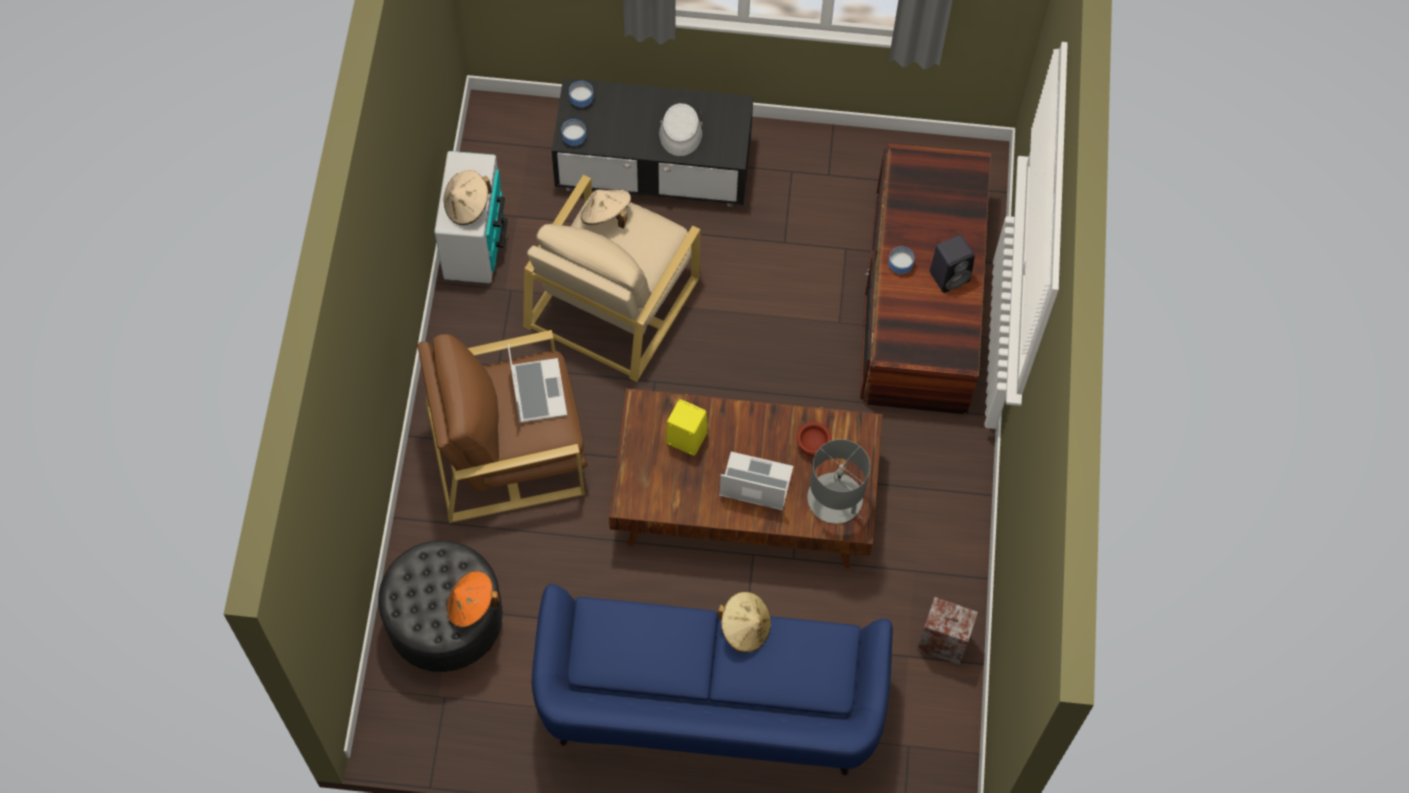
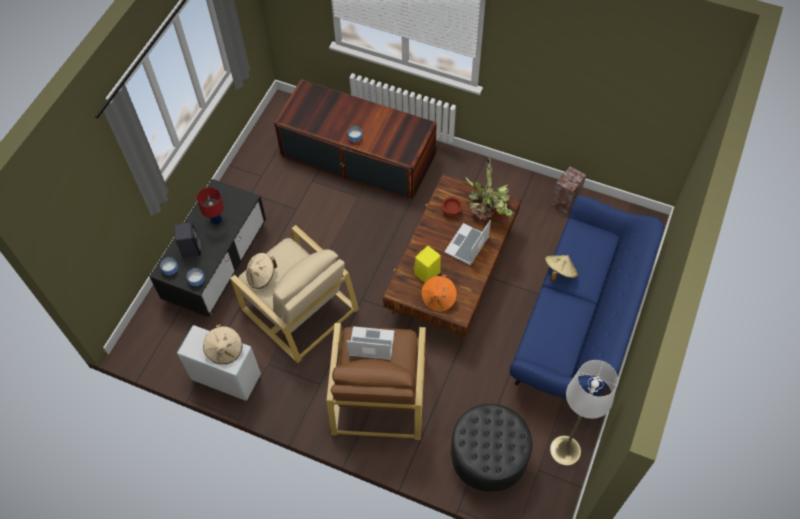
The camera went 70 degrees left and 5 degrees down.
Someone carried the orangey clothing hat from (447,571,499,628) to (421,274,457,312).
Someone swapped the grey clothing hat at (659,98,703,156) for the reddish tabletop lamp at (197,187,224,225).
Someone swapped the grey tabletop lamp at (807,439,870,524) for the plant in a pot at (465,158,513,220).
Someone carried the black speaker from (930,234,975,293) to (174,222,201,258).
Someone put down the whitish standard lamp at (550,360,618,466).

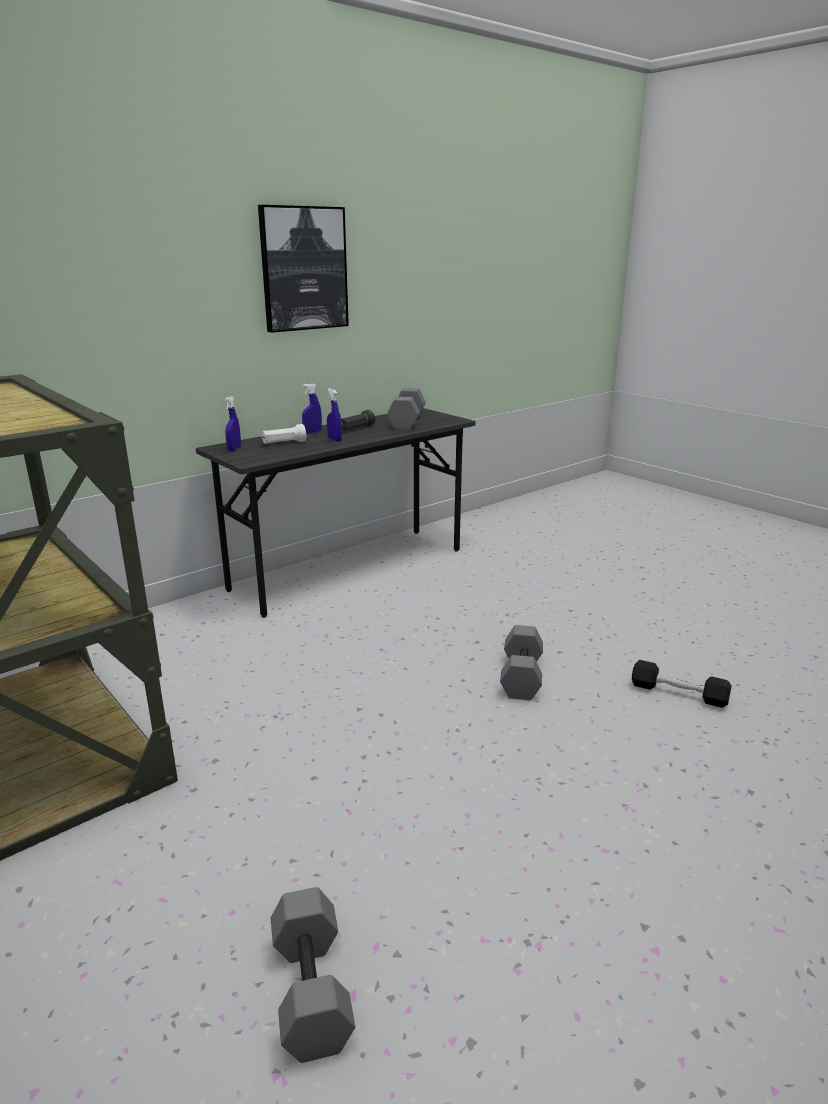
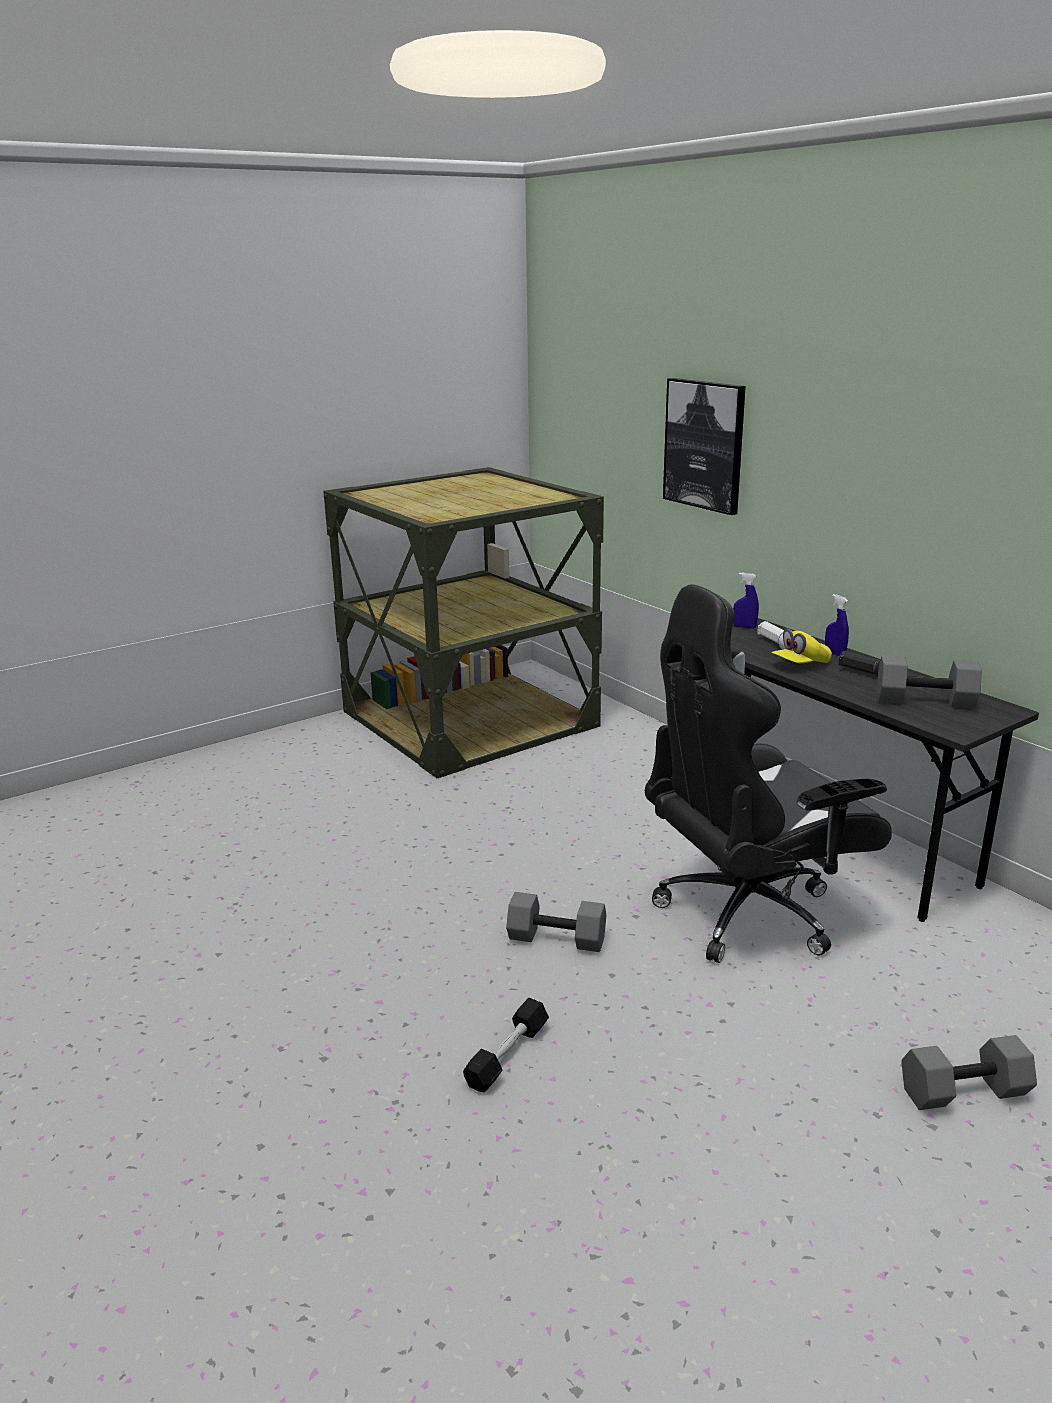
The camera went 95 degrees right and 0 degrees up.
Someone carried the wall picture from (258,205,349,333) to (663,378,746,515).
Someone carried the grey dumbbell from (271,887,355,1063) to (901,1035,1037,1110).
Someone swapped the bluish sprayer at (327,388,342,442) for the yellow-coloured cap at (771,629,832,663).
Someone put down the black computer chair at (645,585,892,963).

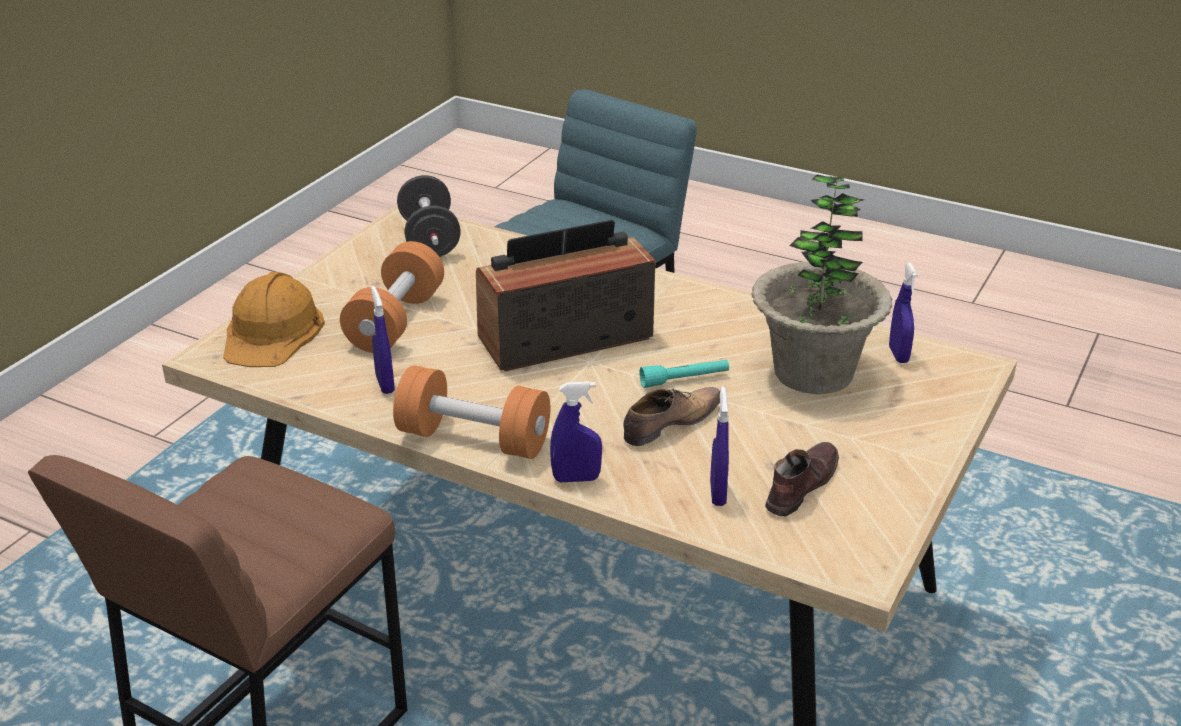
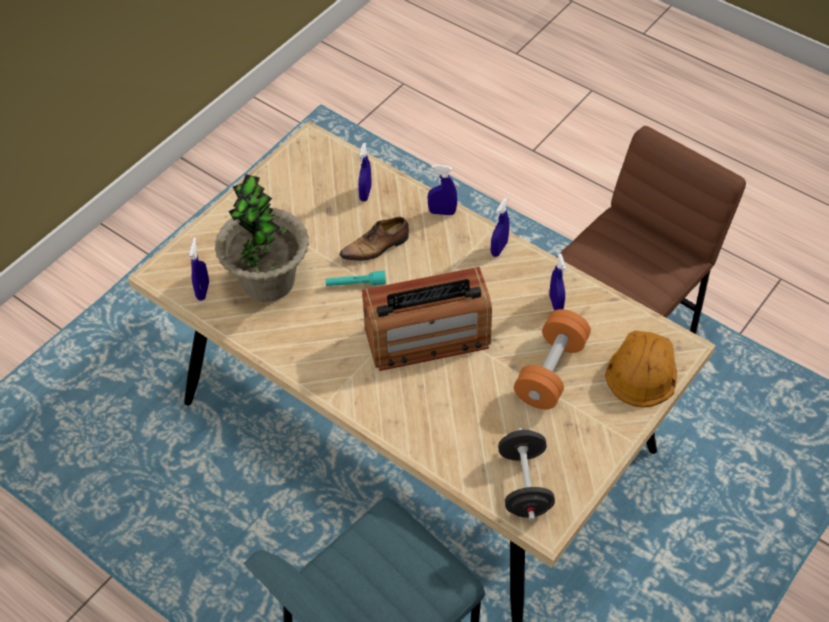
The camera went 170 degrees left and 20 degrees up.
Someone swapped the orangey dumbbell at (393,365,550,459) for the bluish sprayer at (491,199,510,257).
Someone took away the brown shoe at (765,442,839,516).

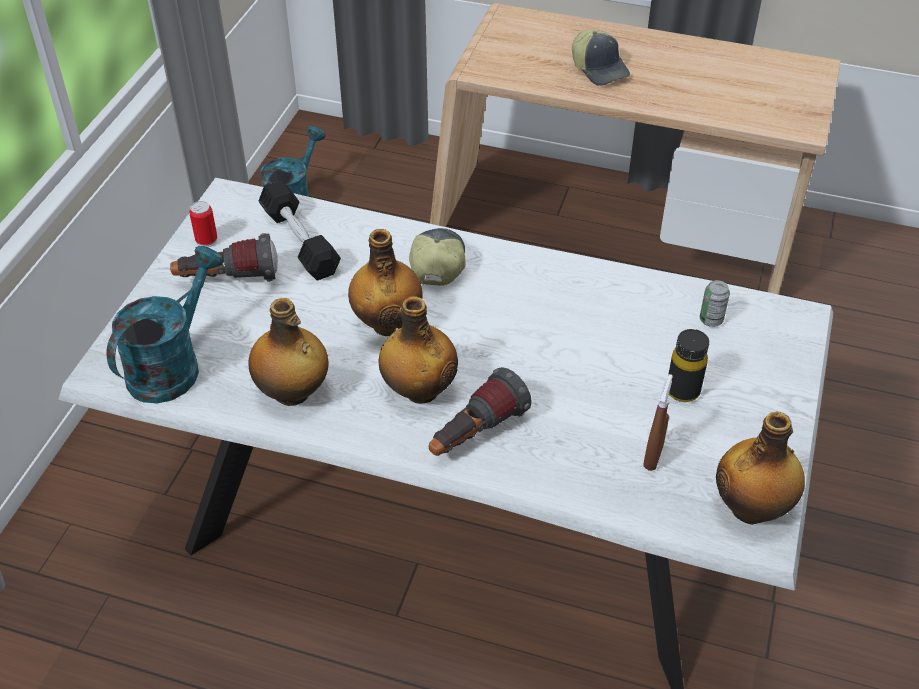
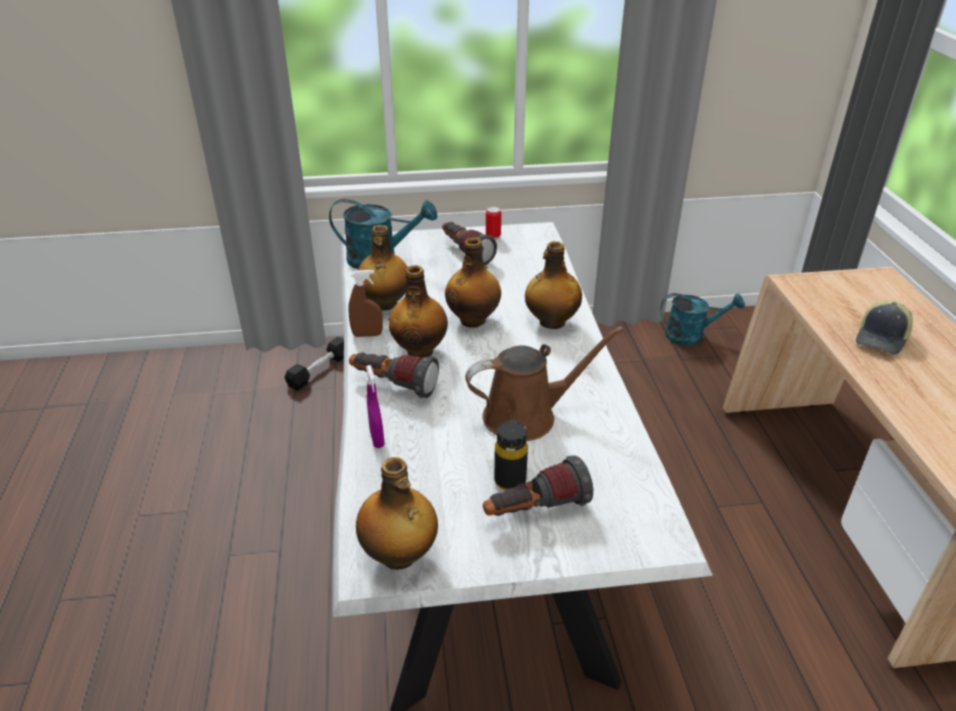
The camera went 65 degrees right and 10 degrees down.
Someone carried the black dumbbell from (259,180,341,281) to (284,337,344,391).
Someone swapped the cap at (409,228,466,286) for the drink bottle at (525,241,582,329).
Someone carried the brown sprayer from (643,374,673,471) to (348,270,383,337).
Someone took away the sealed can at (700,280,730,327).
Someone put down the purple sprayer at (366,365,385,448).
Someone put down the brown watering can at (465,327,624,441).
Someone put down the torch at (483,455,593,516).

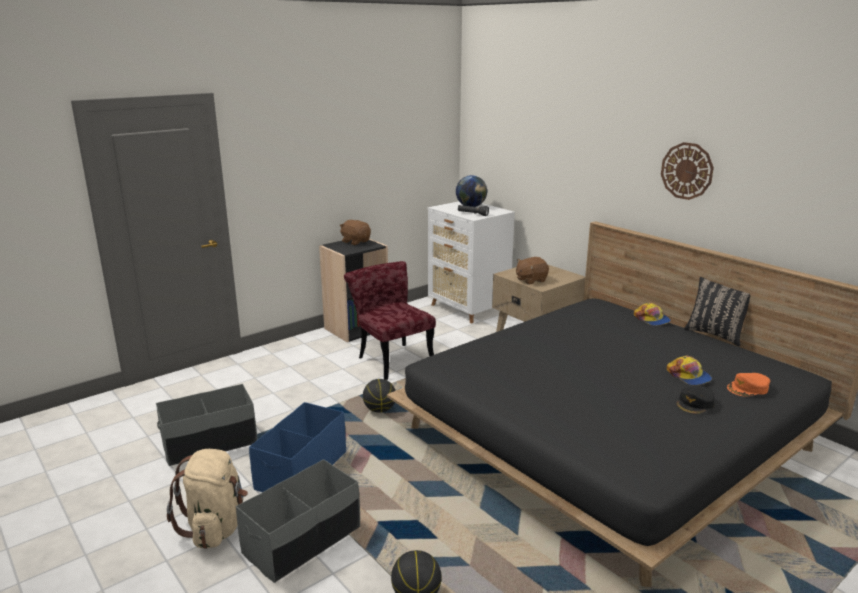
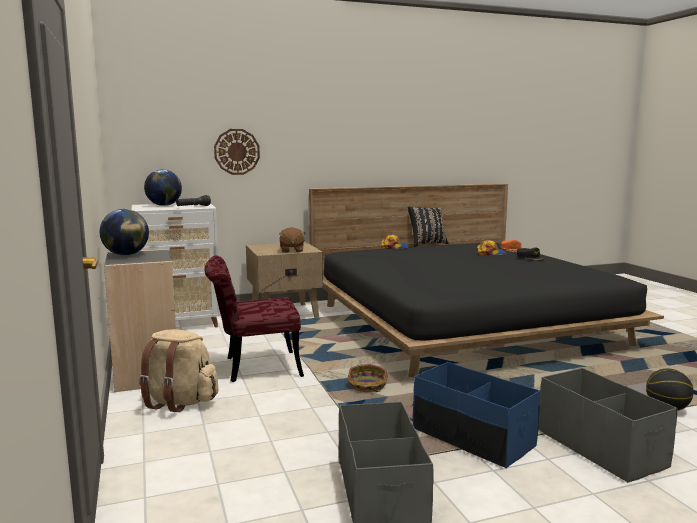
The camera went 70 degrees left and 10 degrees down.
Someone carried the beige knapsack from (167,449,248,549) to (139,329,219,412).
Someone swapped the brown plush toy at (340,220,371,245) for the globe at (100,209,149,256).
Someone swapped the ball for basketball at (363,379,396,413) for the basket at (347,364,388,392).
Someone carried the hanging clock from (661,142,714,200) to (214,129,260,175).

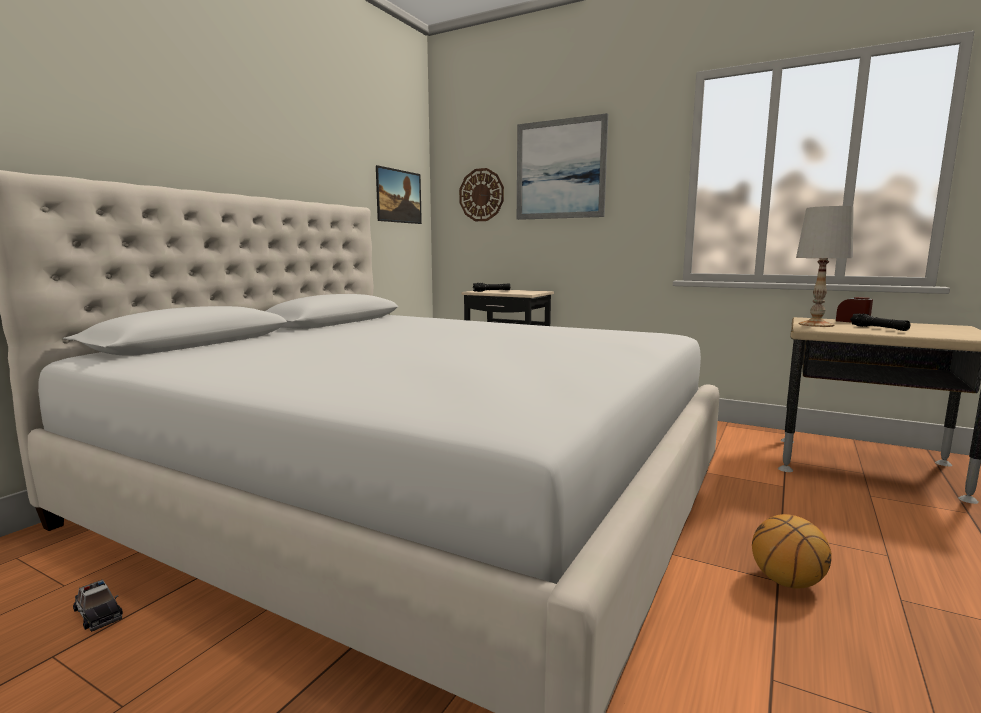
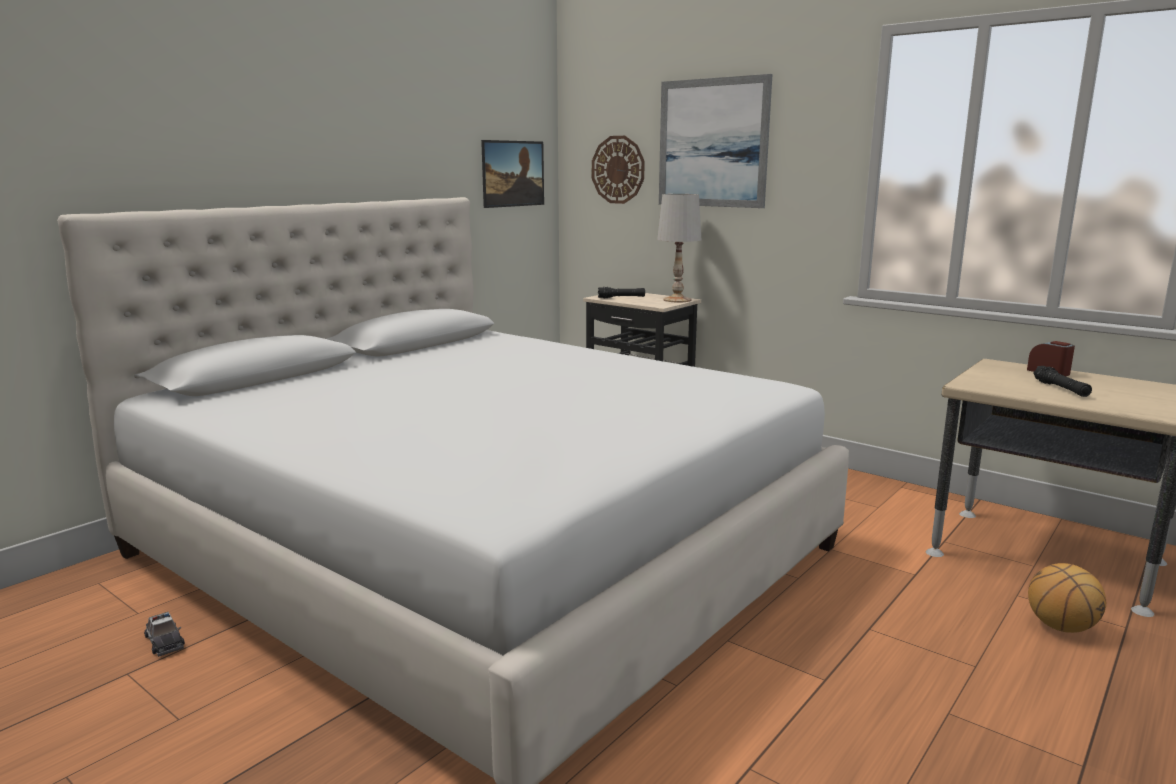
The camera went 10 degrees right and 5 degrees up.
Someone carried the ball for basketball from (752,514,832,588) to (1028,563,1106,633).
Someone carried the whitish tabletop lamp from (796,206,854,327) to (657,194,701,302).

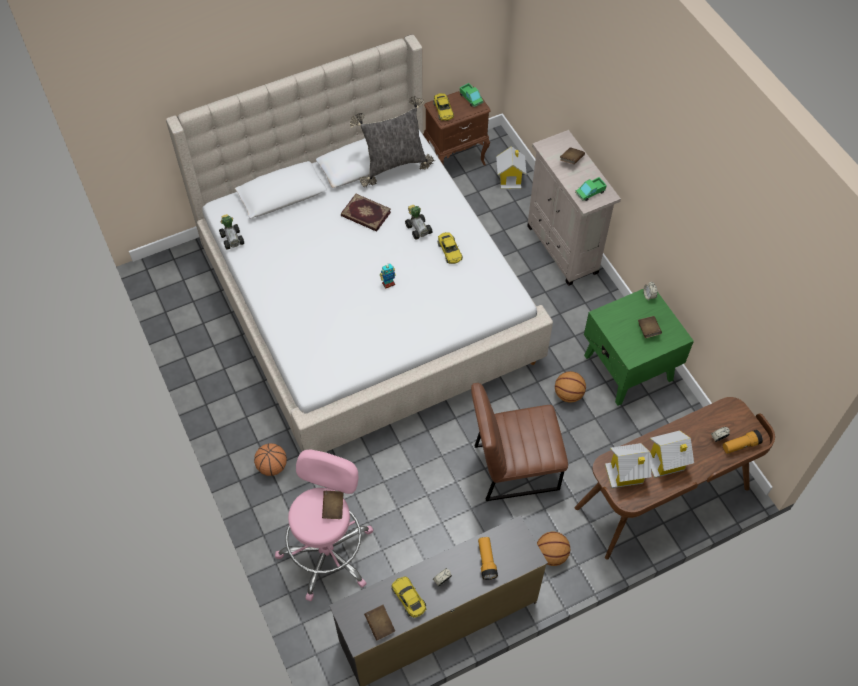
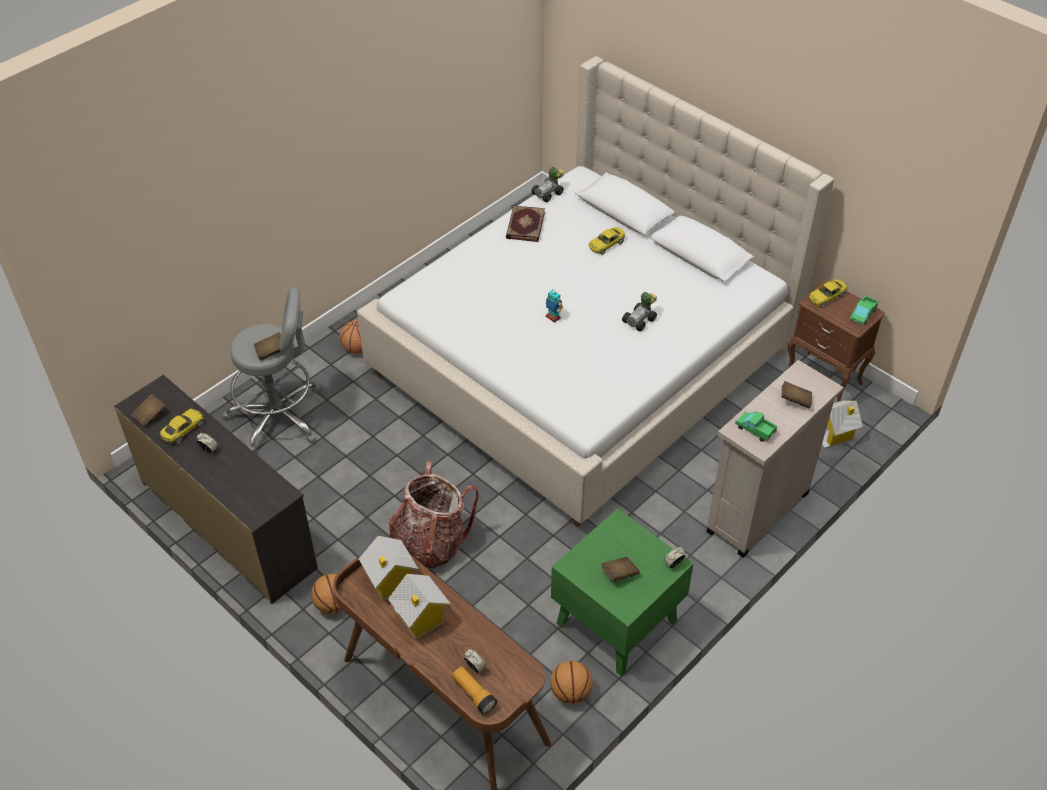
The camera went 70 degrees right and 10 degrees down.
Someone repainted the pinkish stool at (275,450,374,601), which became the grey stool at (222,287,321,453).
Someone carried the book from (341,194,391,232) to (506,206,545,242).
Someone took away the pillow at (350,96,435,187).
Someone carried the yellow-coloured toy car from (437,232,463,264) to (589,227,625,255).
Someone swapped the brown chair at (471,383,568,501) for the knapsack at (389,462,479,568).
Someone took away the torch at (478,537,498,580).
Someone carried the ball for basketball from (555,371,586,403) to (550,661,593,704).

